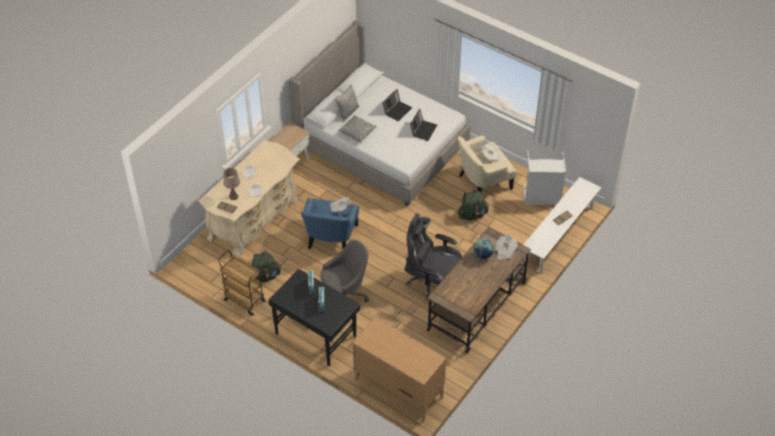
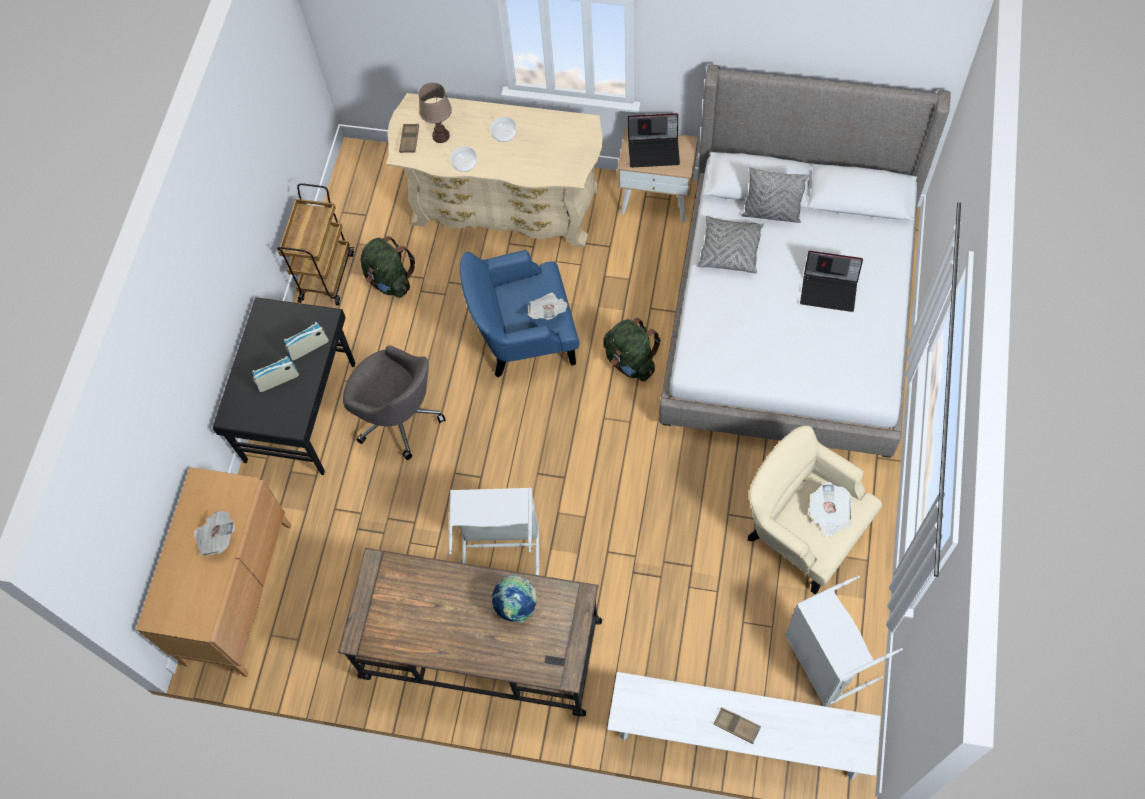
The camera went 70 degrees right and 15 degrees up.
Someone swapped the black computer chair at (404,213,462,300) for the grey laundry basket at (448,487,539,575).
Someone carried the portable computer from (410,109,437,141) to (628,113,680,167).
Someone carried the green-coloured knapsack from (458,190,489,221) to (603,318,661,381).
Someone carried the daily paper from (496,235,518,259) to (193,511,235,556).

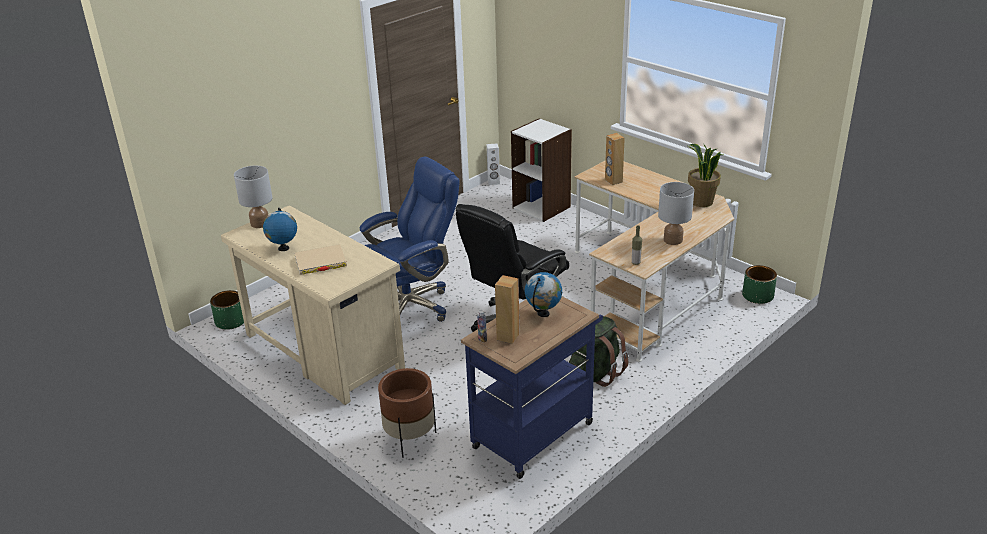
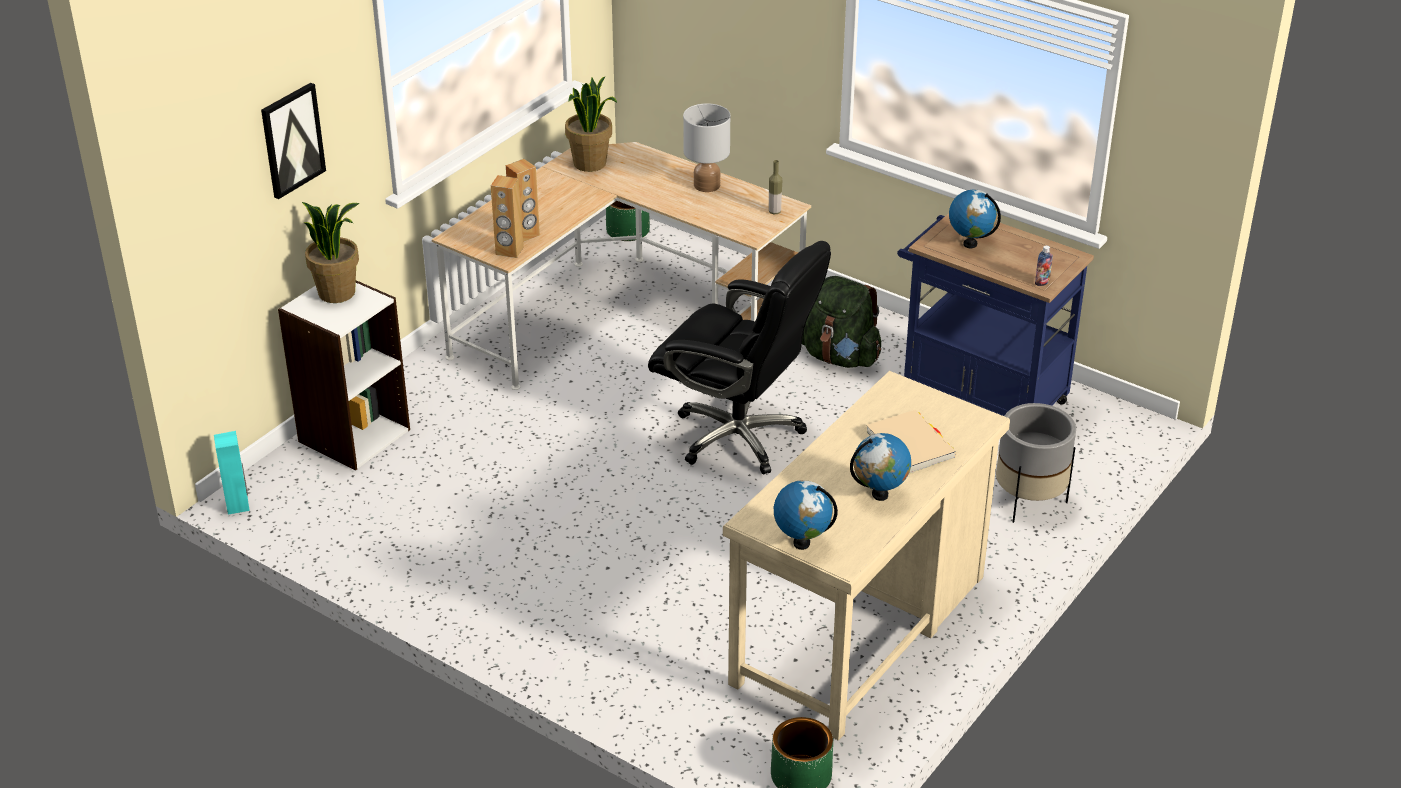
The camera went 100 degrees left and 5 degrees up.
Someone swapped the grey tabletop lamp at (234,166,272,228) for the globe at (774,480,838,550).
Someone took away the bluish computer chair at (360,157,460,322).
Someone repainted the brown plant pot at (378,368,436,458), which became the grey plant pot at (996,403,1076,523).
Someone repainted the whitish speaker at (486,143,500,185), which became the turquoise speaker at (214,431,250,514).
Someone carried the brown speaker from (495,275,520,344) to (491,175,524,258).
Someone put up the wall picture at (261,83,326,199).
Someone put down the plant in a pot at (302,202,360,303).

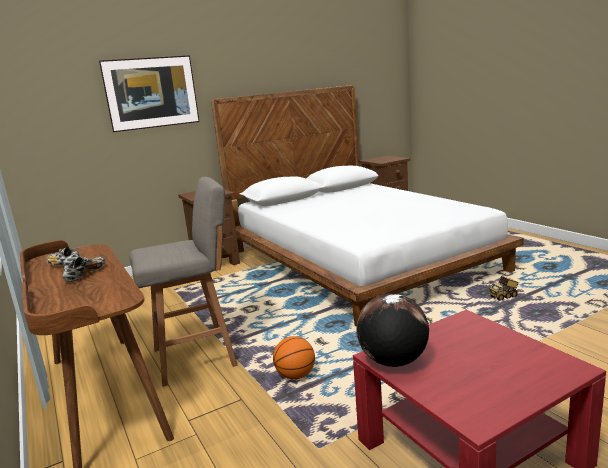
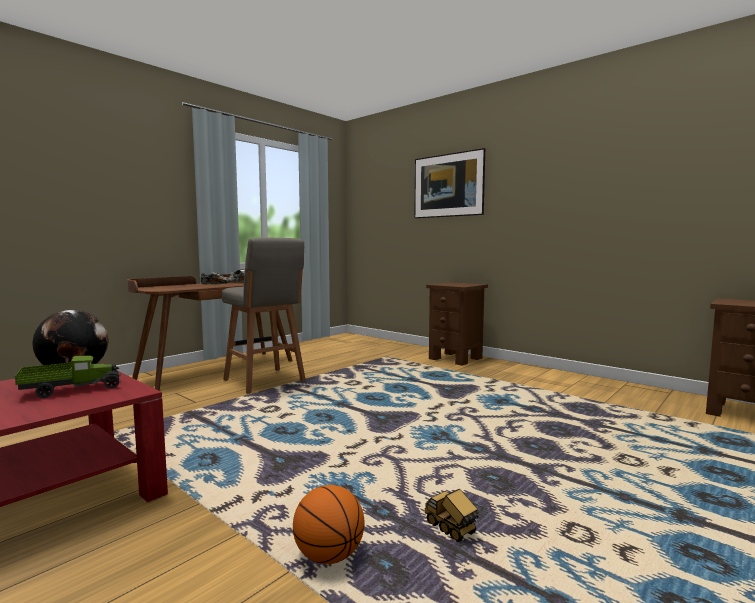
The camera went 70 degrees right and 10 degrees down.
Someone took away the whitish sleeping bed at (211,85,524,327).
Someone carried the ball for basketball from (273,336,315,380) to (293,485,364,564).
Someone put down the model truck at (15,355,121,398).

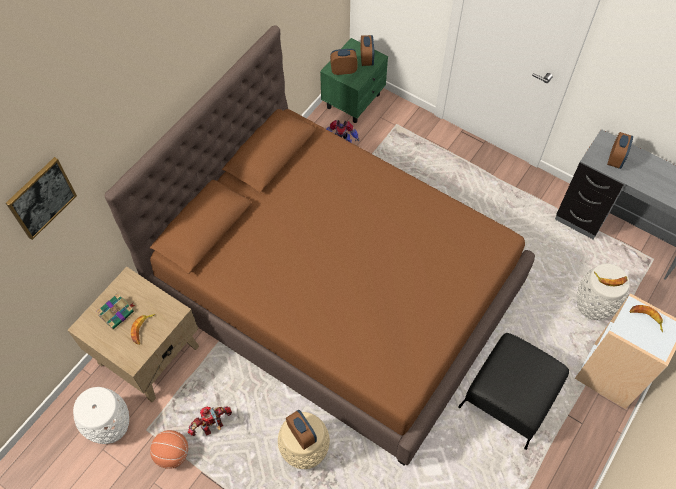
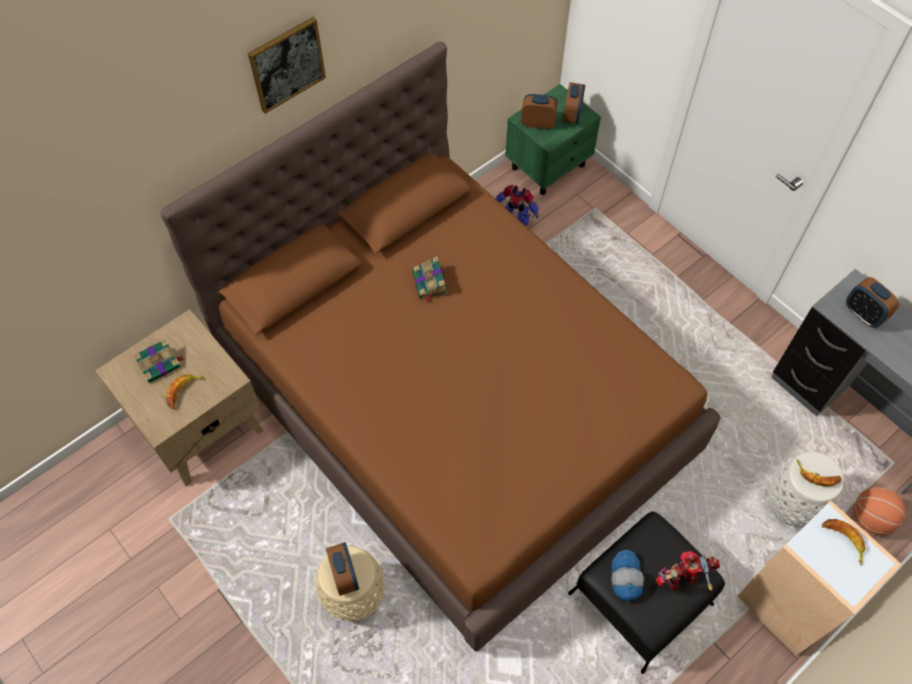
The camera went 15 degrees right and 0 degrees up.
Someone carried the wall picture from (6,157,77,240) to (248,17,326,114).
Someone took away the whitish stool at (73,387,129,444).
Someone carried the ball for basketball from (150,430,188,469) to (854,487,905,535).
Someone carried the toy robot from (188,406,232,436) to (655,551,720,591).
Someone rotated the bedside clock at (607,132,633,169) by 105 degrees clockwise.
Someone put down the book at (413,256,448,303).
Someone put down the cap at (611,549,644,602).

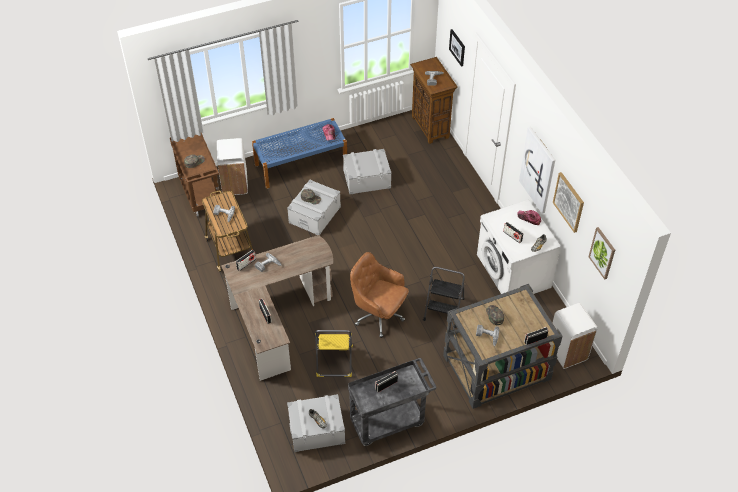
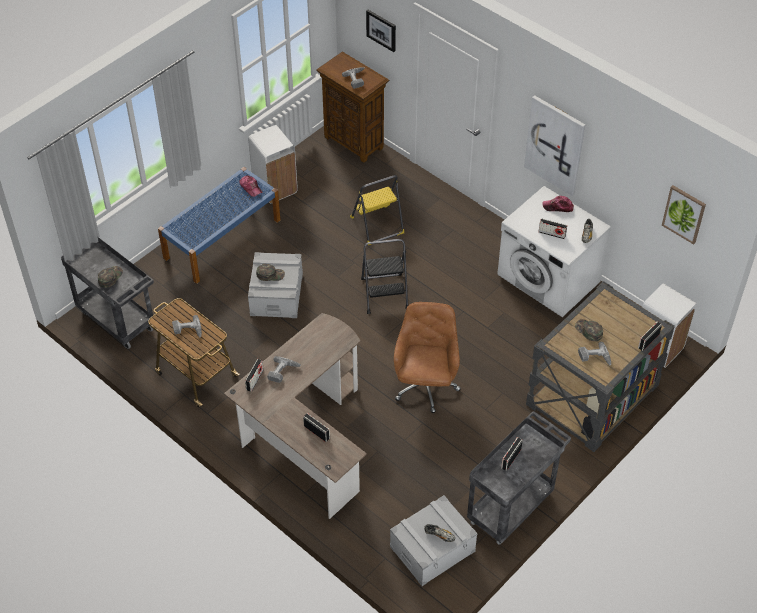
The camera went 25 degrees left and 0 degrees up.
Someone repainted the brown wheeled cart at (170,133,220,216), which became the grey wheeled cart at (61,237,154,349).
Someone carried the whitish rubbish bin from (217,138,248,196) to (248,125,298,203).
Someone carried the yellow-coloured step ladder from (315,330,353,377) to (350,175,404,245).
Someone took away the grey storage box at (343,149,391,194).
Someone rotated the brown computer chair at (350,252,409,338) by 90 degrees clockwise.
Someone carried the black step ladder from (423,267,465,328) to (361,239,408,314).
Someone took away the wall picture at (553,172,584,233).

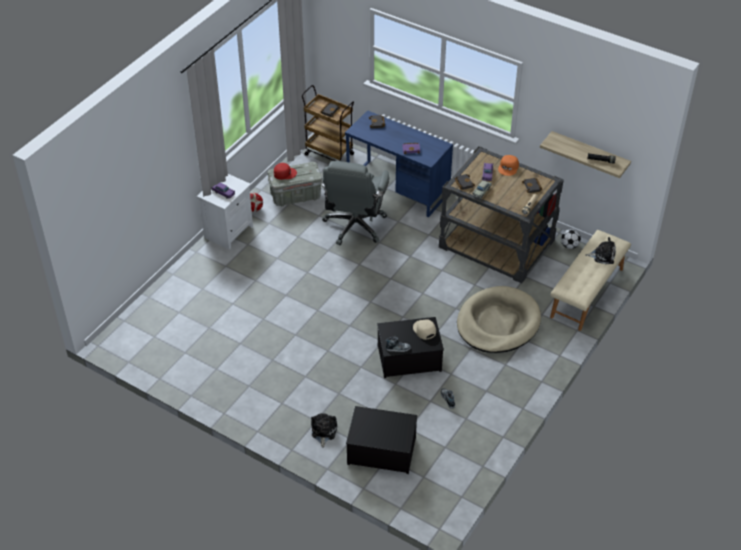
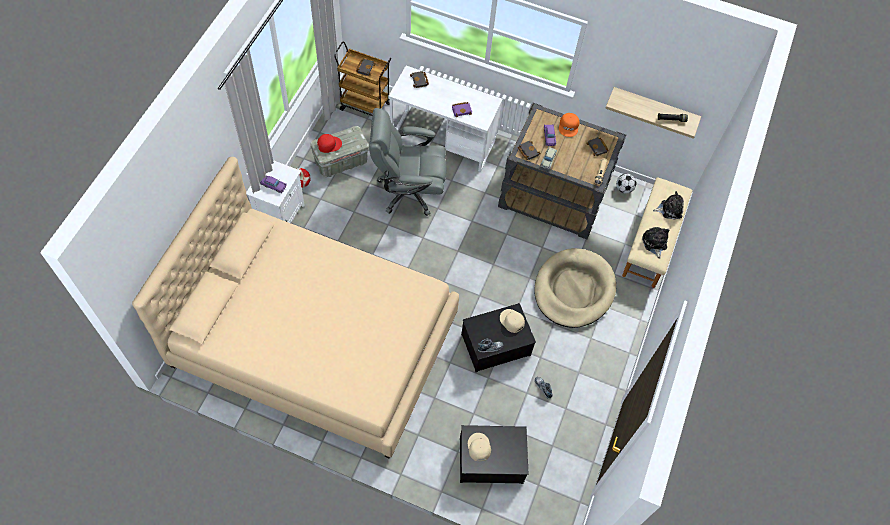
The camera went 15 degrees left and 15 degrees up.
Someone carried the plush toy from (311,413,337,447) to (642,227,670,259).
Someone rotated the grey computer chair at (322,161,389,245) by 90 degrees clockwise.
Someone repainted the bluish desk table at (345,110,453,217), which became the whitish desk table at (388,65,503,172).
Someone put down the beige sleeping bed at (132,157,459,458).
Someone put down the beige cap at (468,433,491,461).

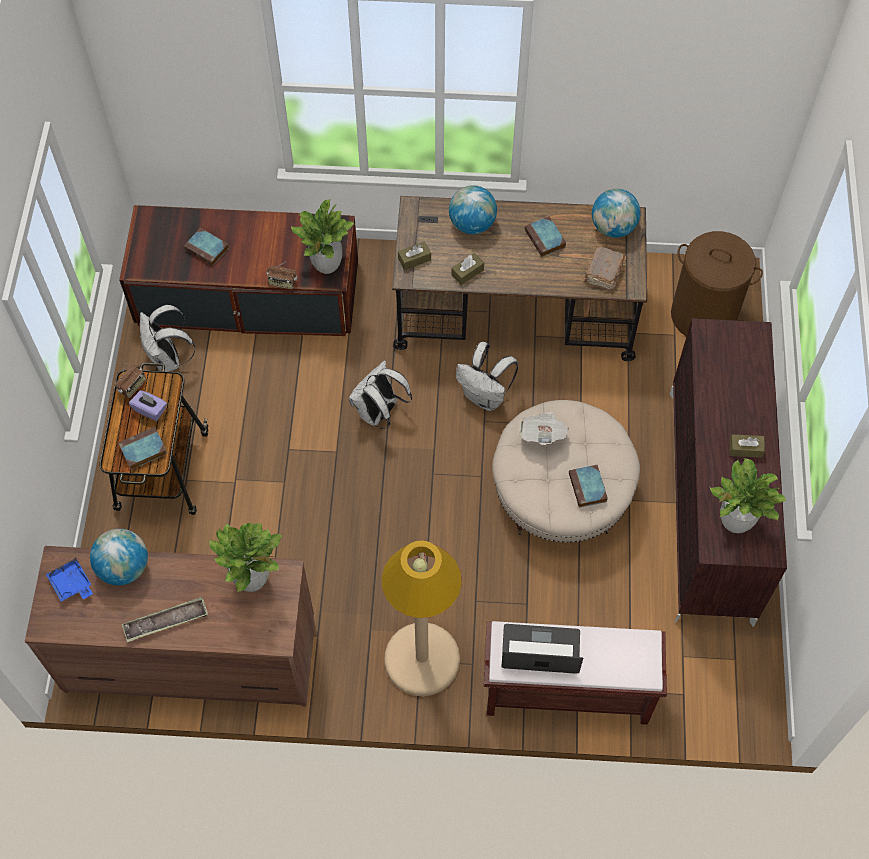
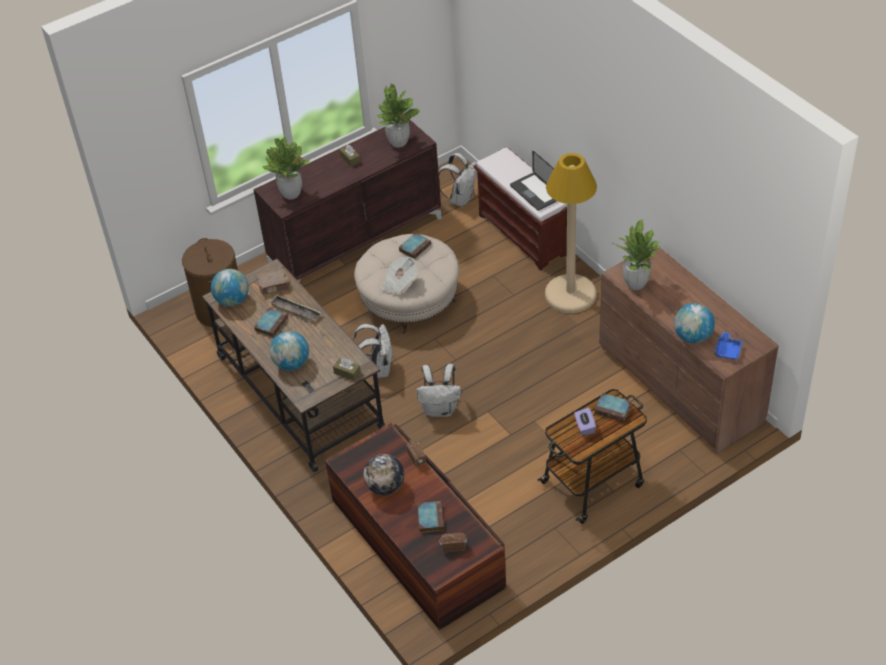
The camera went 125 degrees left and 15 degrees down.
Someone carried the radio set from (115,364,146,398) to (439,533,467,552).
Someone carried the tray from (122,597,208,642) to (269,295,321,321).
Someone carried the whitish knapsack from (140,305,196,372) to (438,153,477,207).
Someone carried the plant in a pot from (291,199,354,274) to (262,137,310,200).
Someone took away the brown tissue box at (451,253,484,285).
Someone put down the globe at (363,454,404,495).

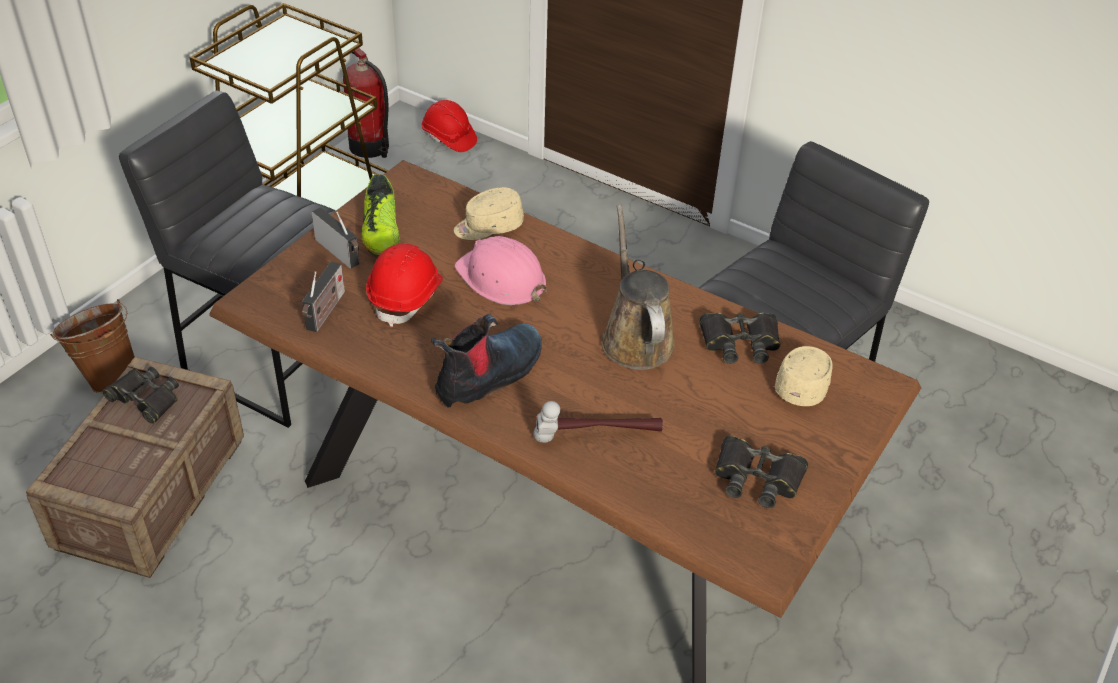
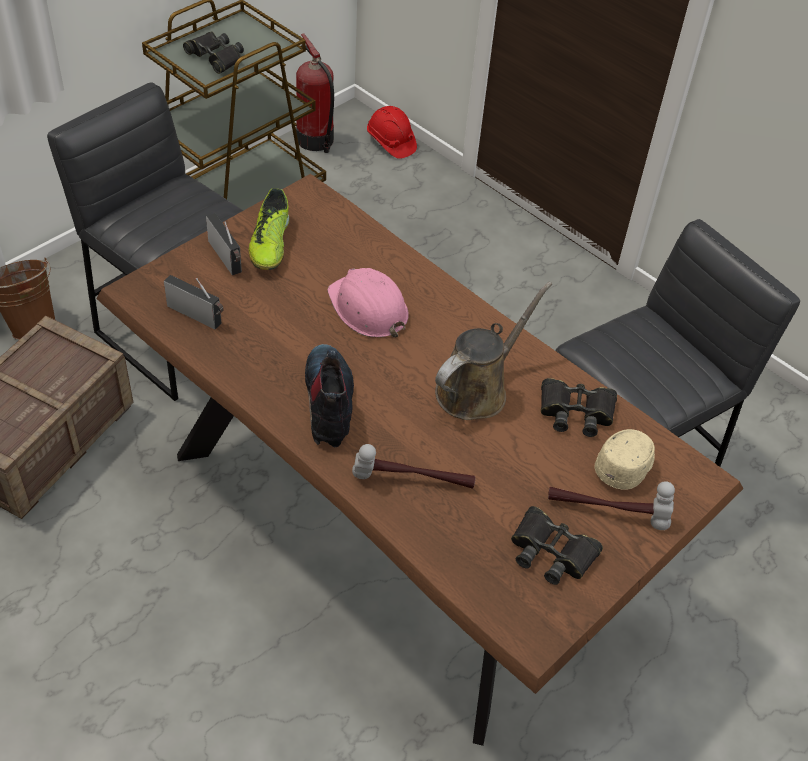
The camera went 10 degrees right and 5 degrees up.
Someone carried the black binoculars from (102,367,179,424) to (183,31,244,74).
Someone rotated the radio set at (302,262,345,332) by 90 degrees counterclockwise.
Someone took away the reddish safety helmet at (366,243,443,327).
Someone rotated the high-top boot at (431,314,542,408) by 60 degrees counterclockwise.
Someone took away the beige cap at (454,187,524,240).
Someone rotated the brown watering can at (601,205,675,370) by 45 degrees clockwise.
Someone put down the hammer at (548,481,675,530).

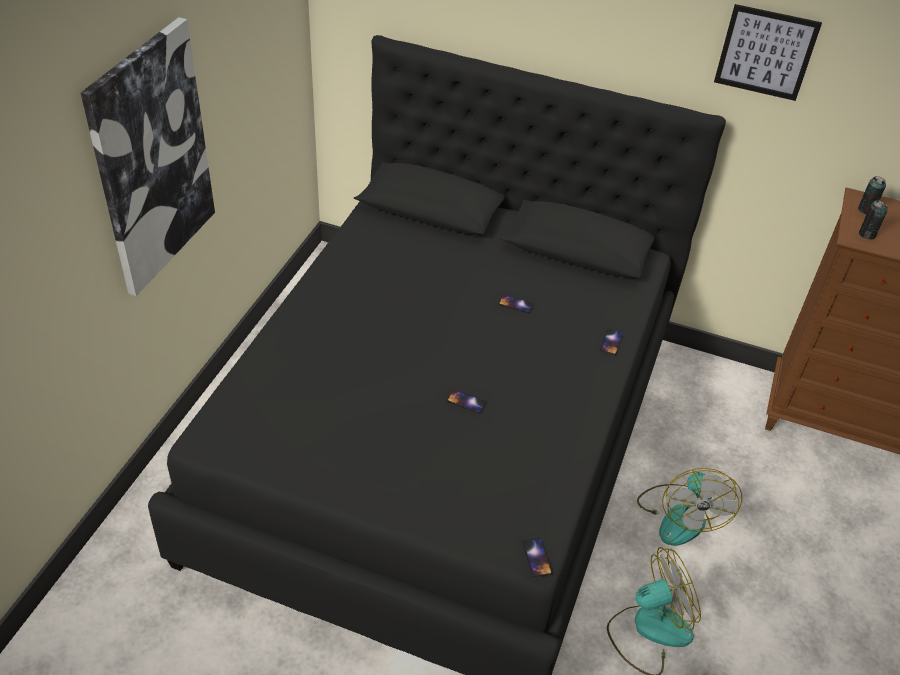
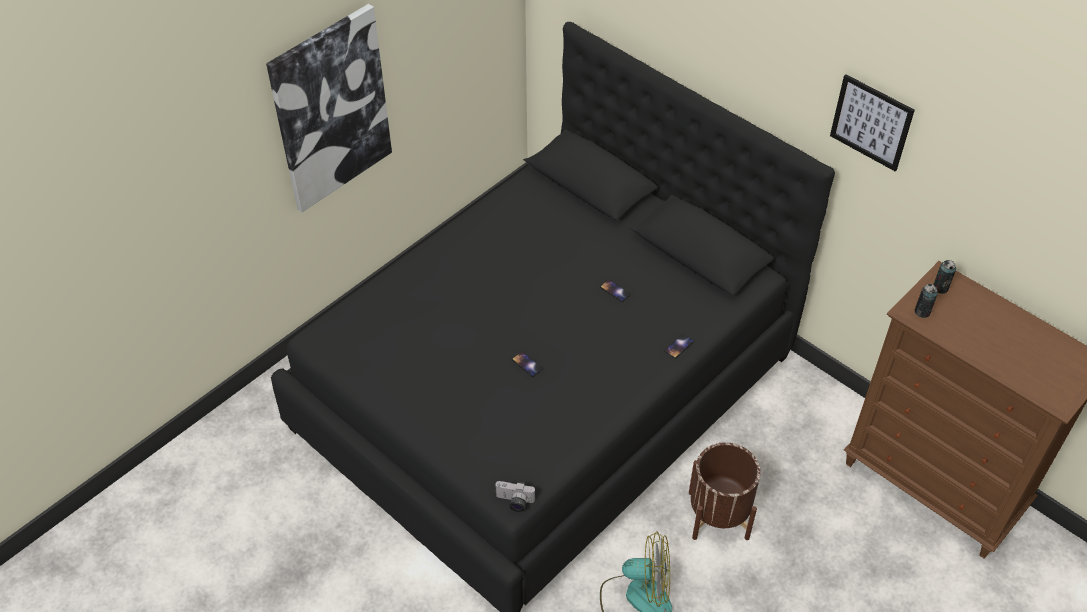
The camera went 25 degrees right and 5 degrees up.
Someone swapped the phone at (523,538,552,577) for the still camera at (495,481,535,512).
Someone swapped the cooling fan at (637,468,742,546) for the brown plant pot at (689,442,761,540).

